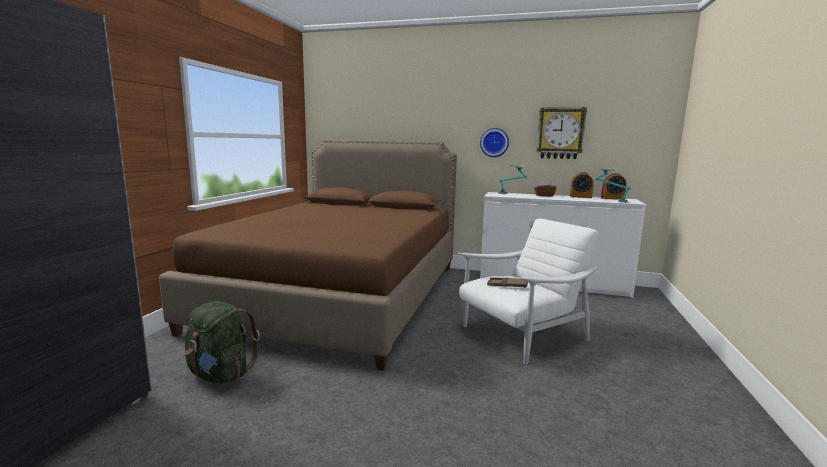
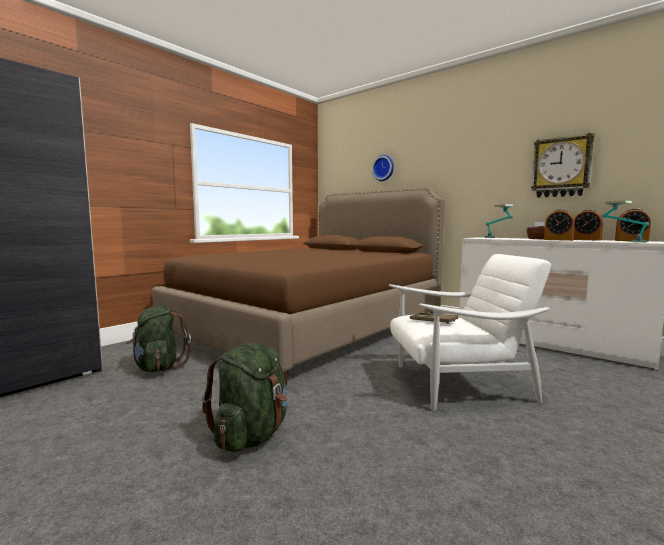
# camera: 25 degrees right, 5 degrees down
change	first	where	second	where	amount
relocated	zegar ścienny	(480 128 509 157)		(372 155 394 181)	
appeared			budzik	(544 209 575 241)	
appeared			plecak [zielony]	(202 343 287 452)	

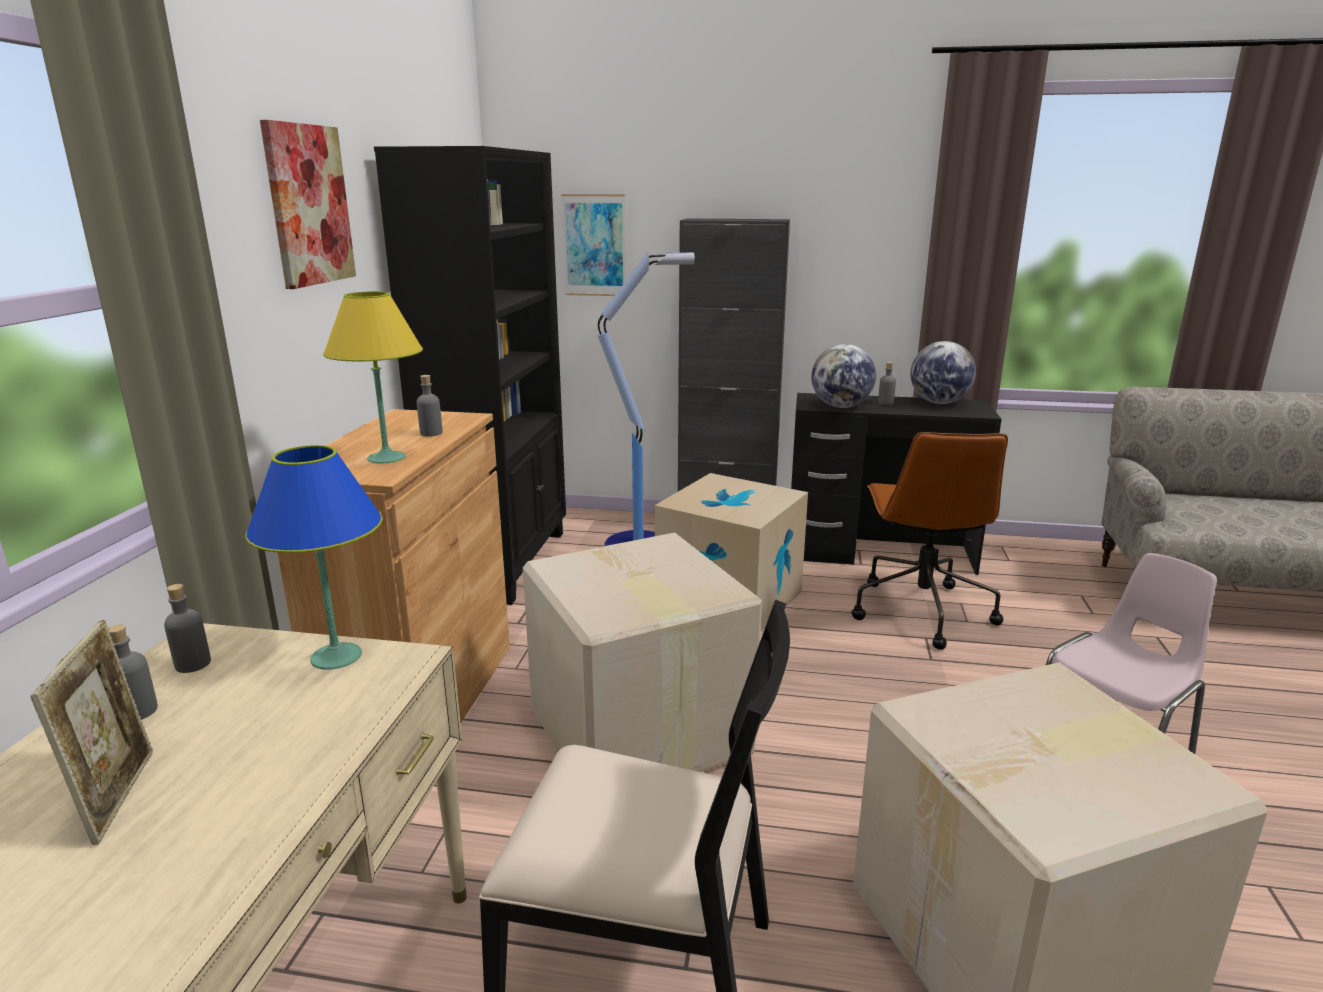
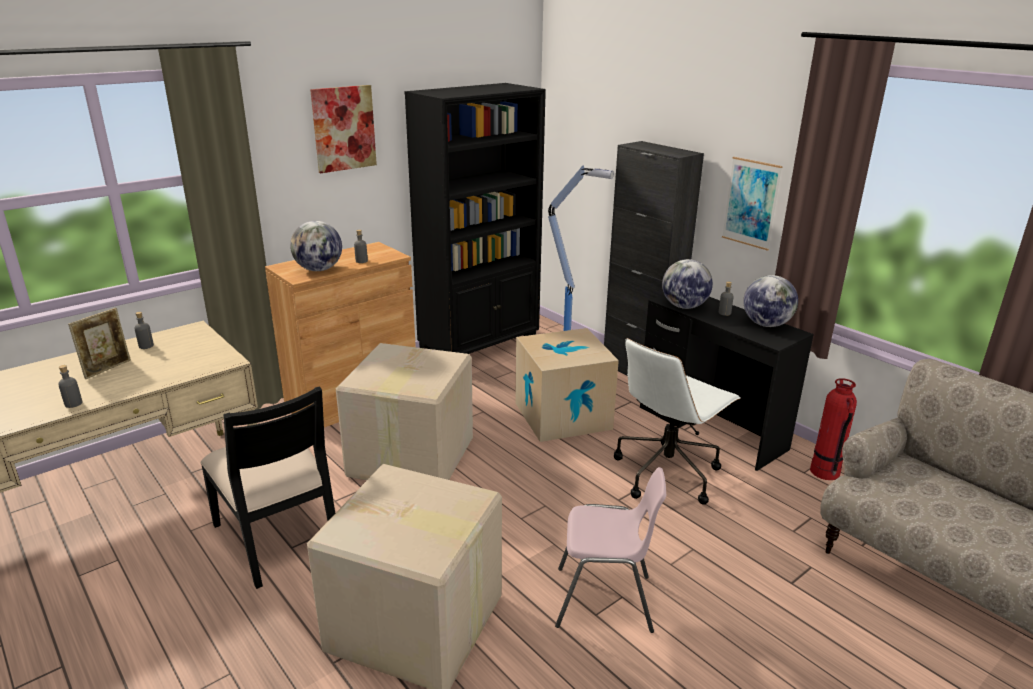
# camera: 40 degrees right, 5 degrees up
change	first	where	second	where	amount
relocated	obraz	(561 194 626 296)		(722 157 783 251)	
exchanged	lampa stołowa [żółty]	(323 291 423 464)	globus	(290 221 342 271)	
colour	krzesło biurowe [brązowy]	(852 432 1008 650)	krzesło biurowe [biały]	(614 338 741 505)	
missing	lampa stołowa [niebieski]	(246 445 383 670)			
relocated	butelka [szary]	(164 584 211 673)		(58 365 83 408)	
appeared			gaśnica	(810 378 857 480)	

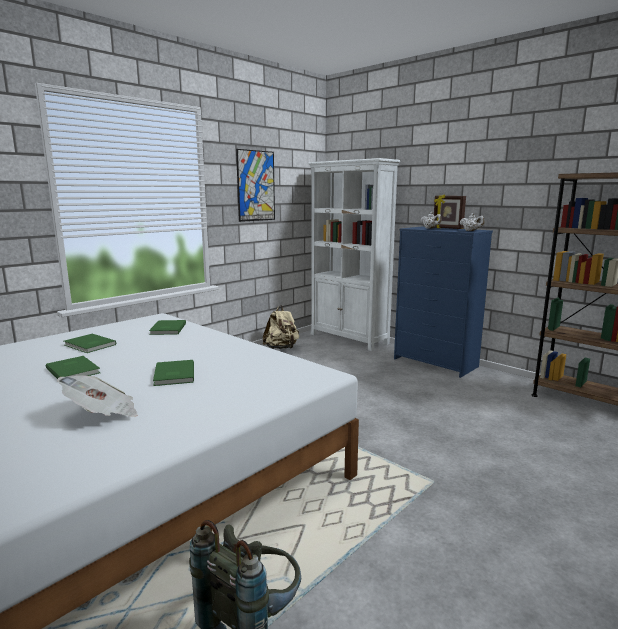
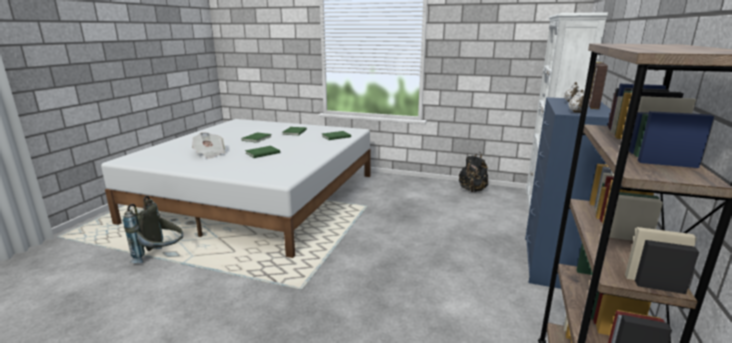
# camera: 65 degrees right, 5 degrees up
change	first	where	second	where	amount
missing	obraz	(236 149 275 222)			
colour	plecak [beżowy]	(263 305 299 349)	plecak [czarny]	(459 152 488 192)	

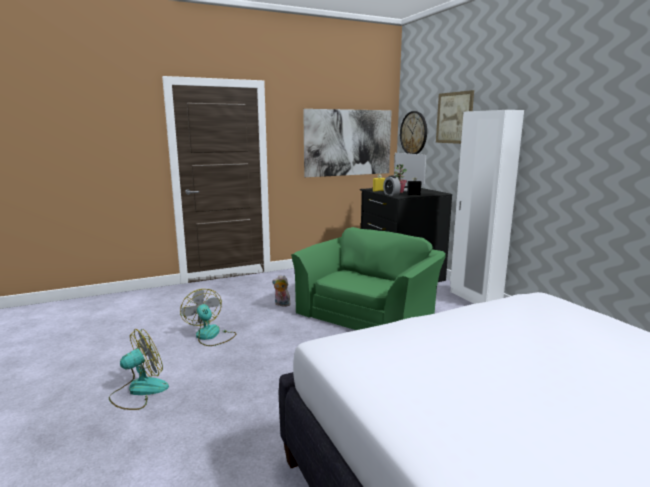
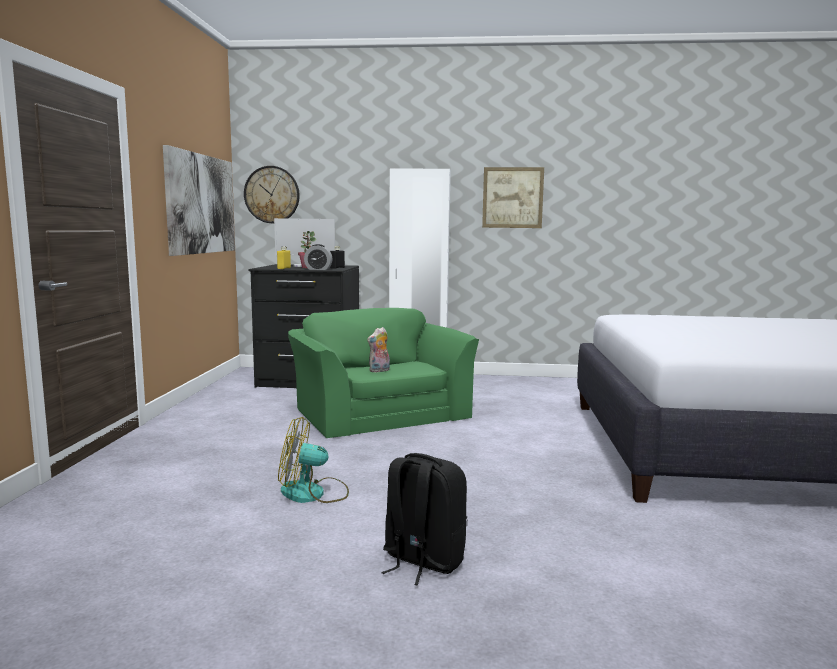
# camera: 60 degrees left, 5 degrees down
change	first	where	second	where	amount
relocated	obraz	(436 90 474 144)		(482 167 544 228)	
relocated	pluszak	(272 275 291 307)		(367 327 390 372)	
exchanged	wentylator	(109 329 169 410)	plecak [czarny]	(381 453 467 586)	

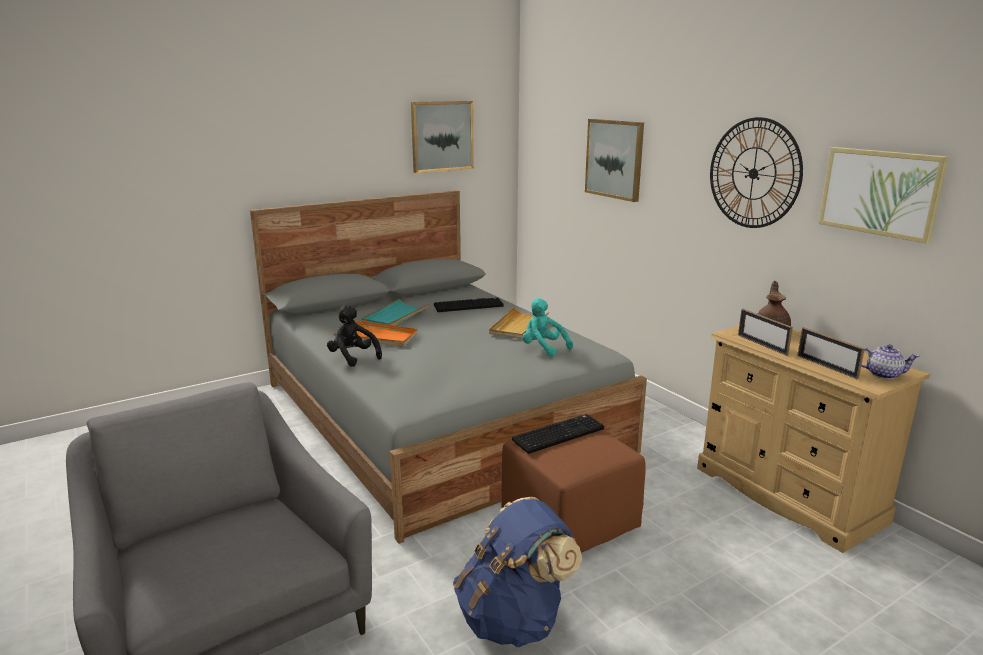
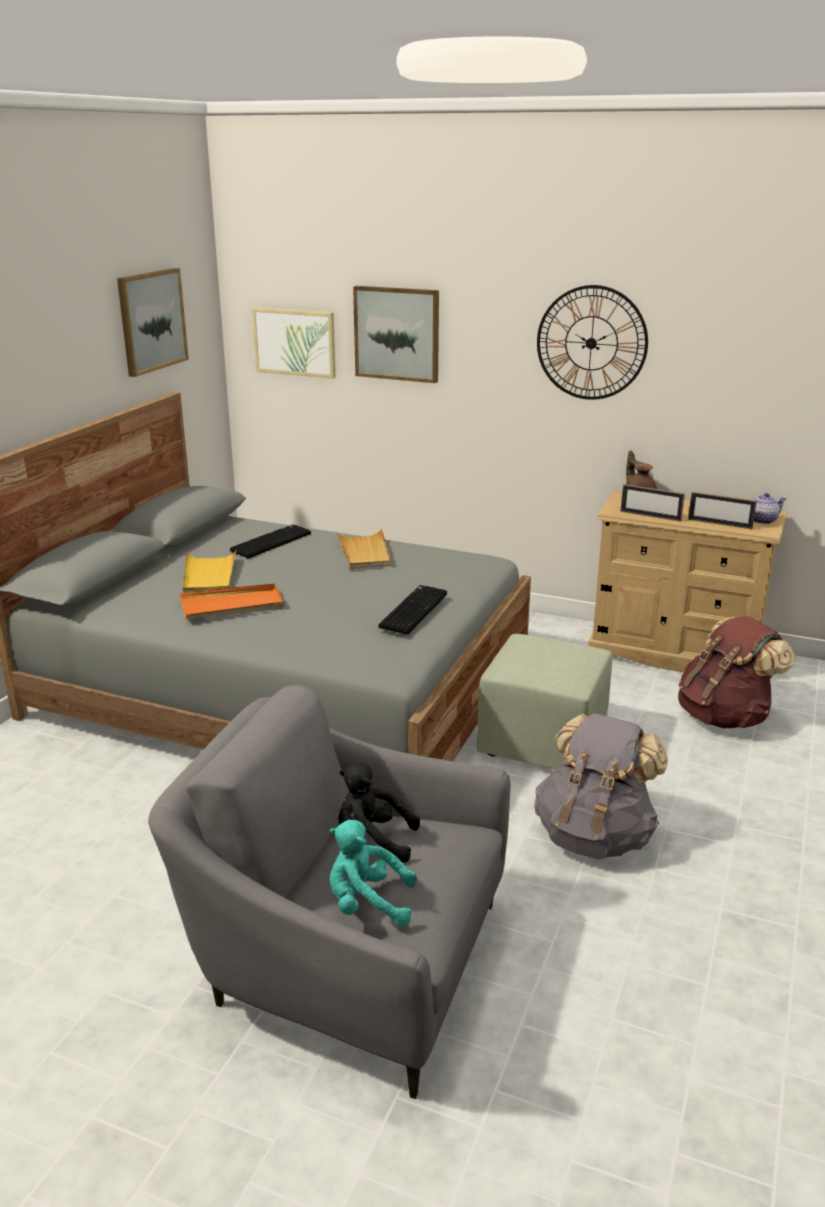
# camera: 35 degrees left, 5 degrees up
change	first	where	second	where	amount
relocated	obraz	(818 147 949 244)		(252 307 336 379)	
colour	taca [turkusowy]	(361 298 430 326)	taca [żółty]	(183 550 236 592)	
relocated	pluszak [turkusowy]	(522 298 573 357)		(329 820 417 926)	
relocated	pluszak [czarny]	(327 305 382 367)		(338 763 420 863)	
relocated	klawiatura	(512 414 604 454)		(379 585 447 635)	
colour	pufa [brązowy]	(502 430 646 553)	pufa [zielony]	(477 634 612 769)	
colour	plecak [niebieski]	(453 497 583 647)	plecak [szary]	(534 714 668 860)	
appeared			plecak [brązowy]	(678 616 795 728)	

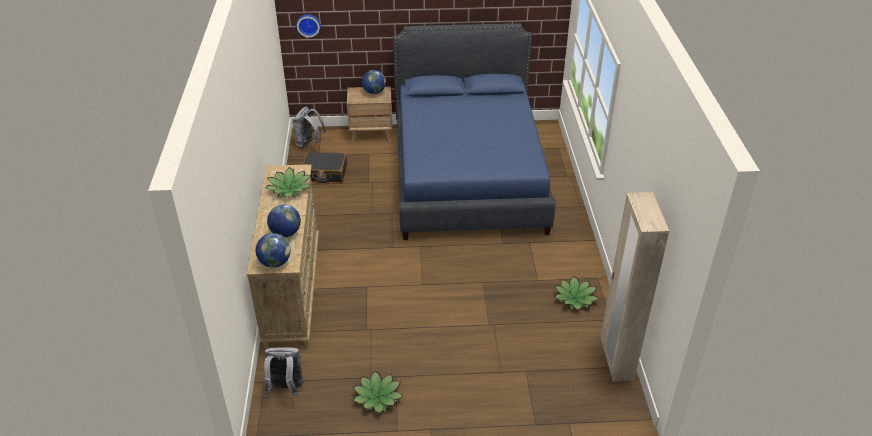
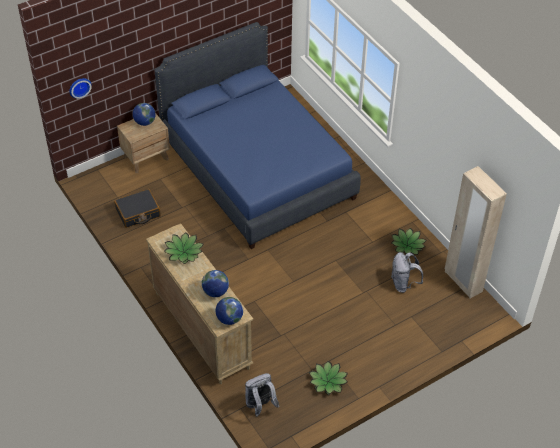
# camera: 30 degrees left, 10 degrees up
change	first	where	second	where	amount
relocated	plecak [szary]	(292 107 326 148)		(391 252 423 293)	

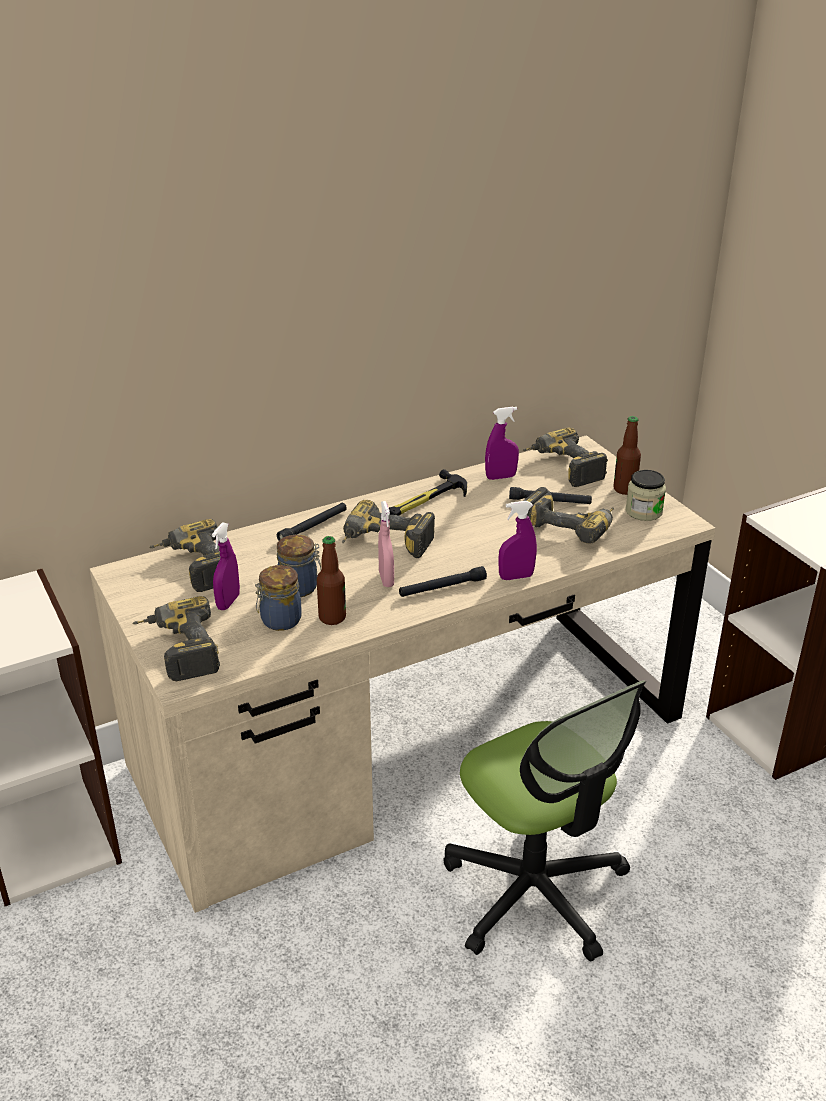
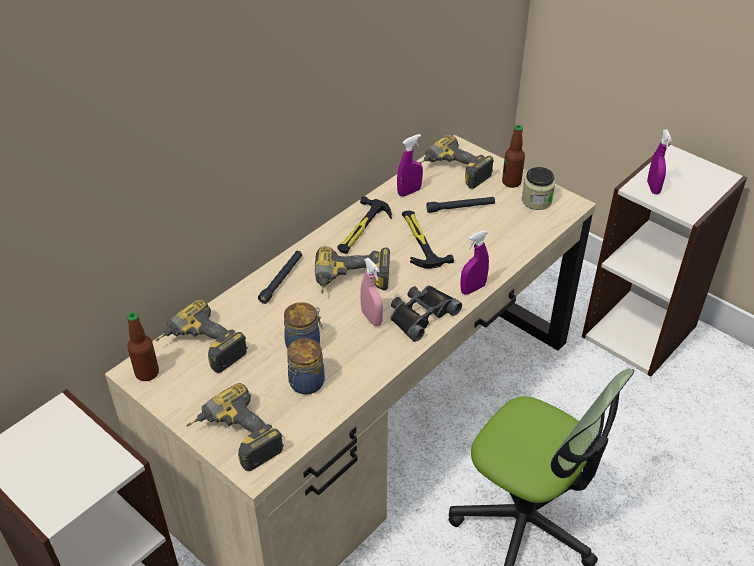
# camera: 20 degrees left, 10 degrees up
change	first	where	second	where	amount
missing	wiertarka	(524 487 614 544)			
relocated	spryskiwacz [fioletowy]	(212 522 240 610)		(647 130 672 194)	
relocated	butelka	(317 536 346 625)		(127 312 159 381)	
exchanged	latarka [czarny]	(399 566 487 597)	lornetka [czarny]	(390 285 462 342)	
appeared			młotek	(402 211 454 269)	

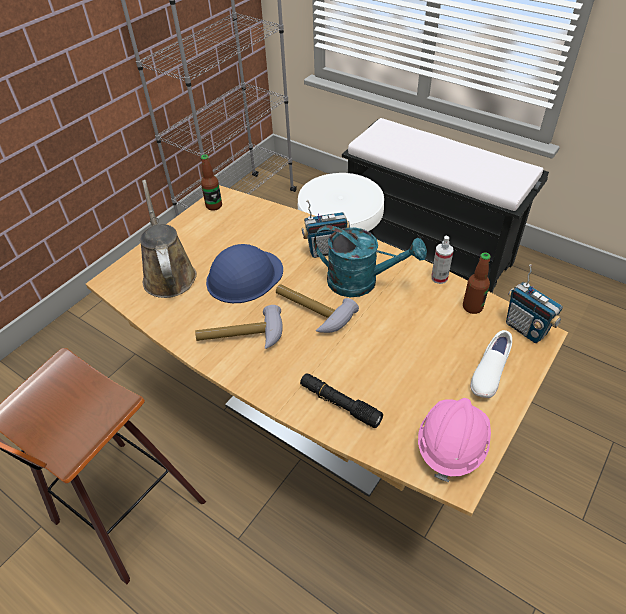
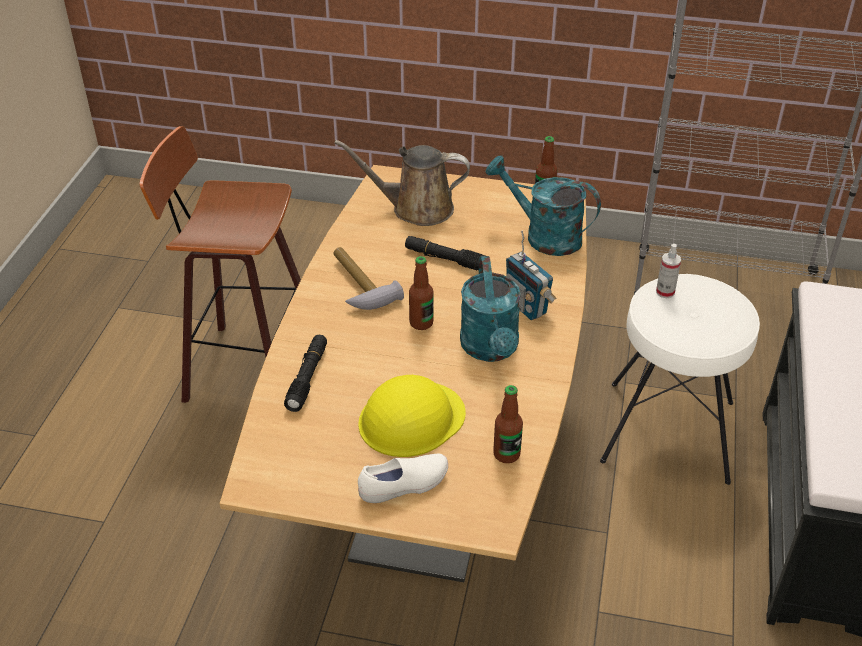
# camera: 65 degrees right, 5 degrees down
change	first	where	second	where	amount
spun	konewka [brązowy]	(140 180 197 298)		(334 140 470 226)	135 degrees counterclockwise
relocated	spryskiwacz	(431 236 453 284)		(656 244 681 298)	
exchanged	kask [niebieski]	(206 244 283 303)	latarka [czarny]	(405 236 486 270)	
missing	radio	(506 264 563 343)			
exchanged	młotek	(276 284 359 333)	butelka	(409 256 433 330)	
spun	but [biały]	(470 330 512 398)		(358 454 448 503)	150 degrees clockwise
missing	kask [różowy]	(418 398 491 483)			
appeared			konewka [turkusowy]	(486 155 601 256)	
appeared			kask [żółty]	(358 375 466 457)	

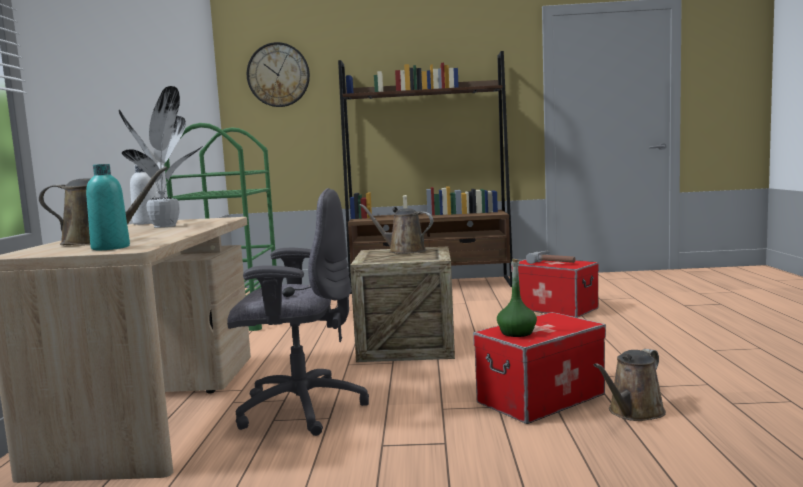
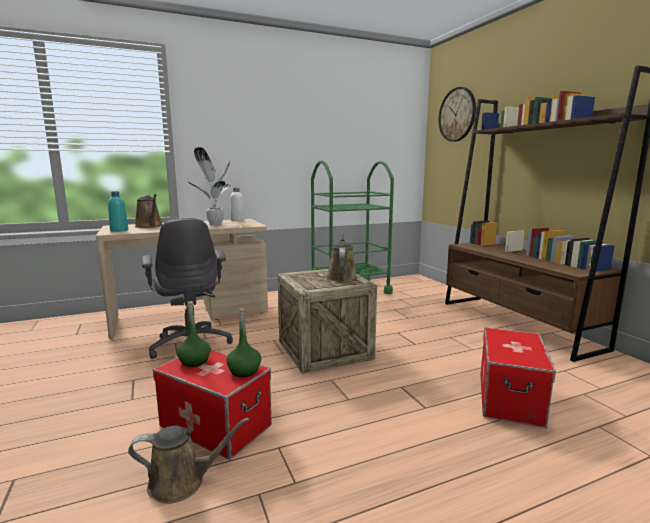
# camera: 65 degrees right, 5 degrees up
change	first	where	second	where	amount
missing	młotek	(526 251 576 264)			
spun	konewka [brązowy]	(594 349 666 421)		(128 418 249 504)	150 degrees clockwise
appeared			butelka [zielony]	(226 308 261 377)	

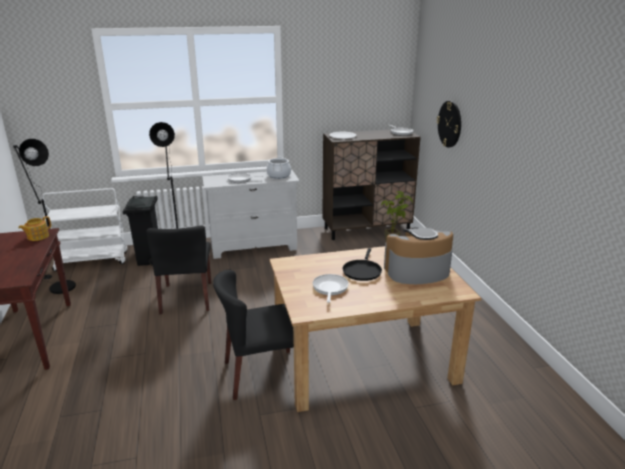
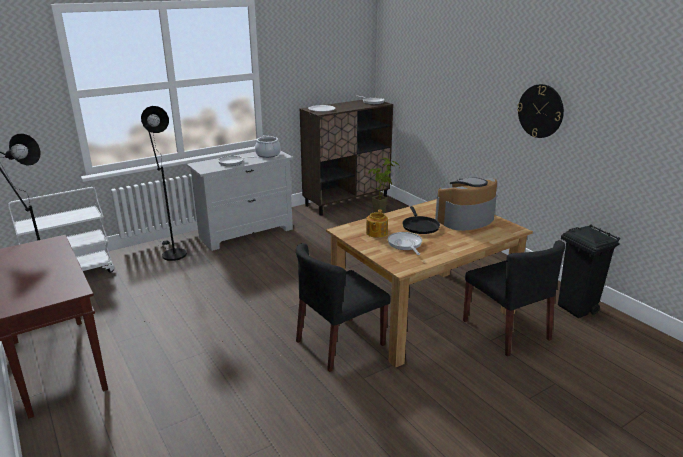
# camera: 20 degrees left, 0 degrees up
change	first	where	second	where	amount
relocated	zegar ścienny	(436 101 461 147)		(517 84 564 138)	
relocated	kosz na śmieci [czarny]	(123 196 158 266)		(558 224 620 318)	
relocated	imbryk	(19 216 51 241)		(366 209 388 238)	
relocated	krzesło [czarny]	(146 225 211 314)		(463 240 565 357)	

